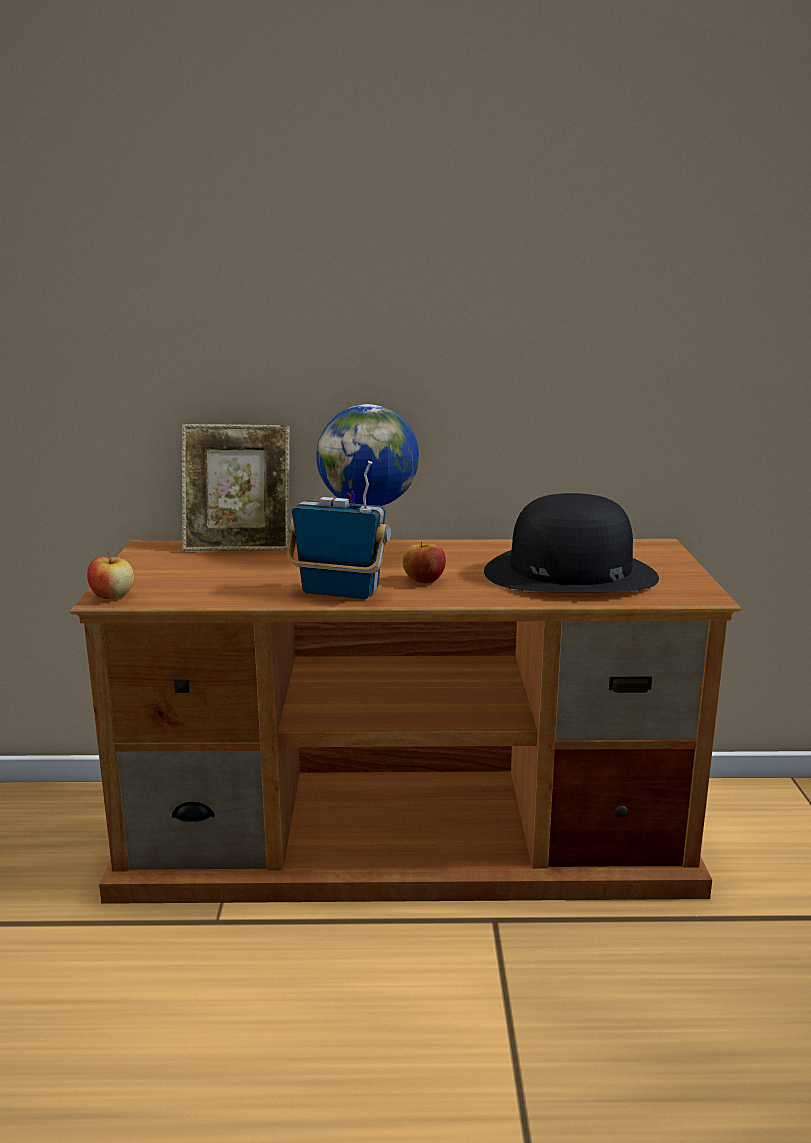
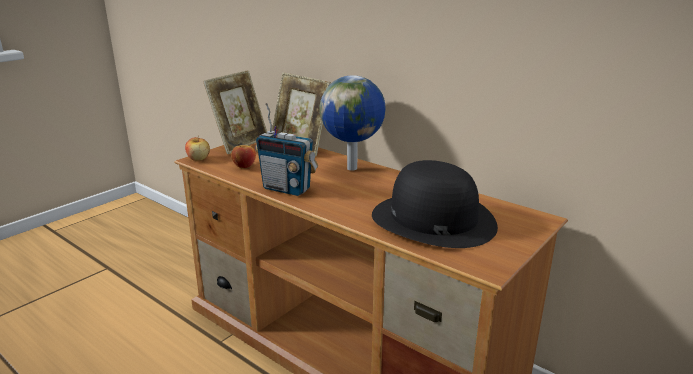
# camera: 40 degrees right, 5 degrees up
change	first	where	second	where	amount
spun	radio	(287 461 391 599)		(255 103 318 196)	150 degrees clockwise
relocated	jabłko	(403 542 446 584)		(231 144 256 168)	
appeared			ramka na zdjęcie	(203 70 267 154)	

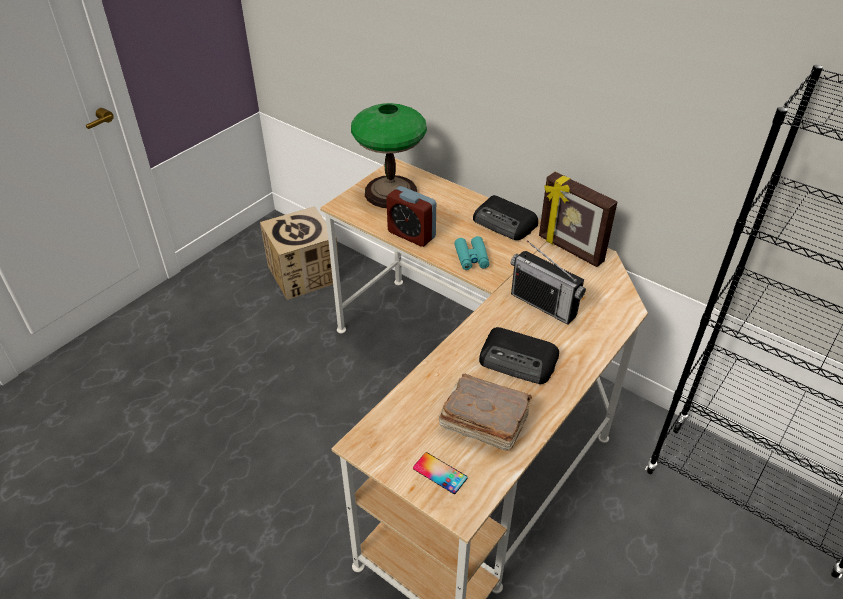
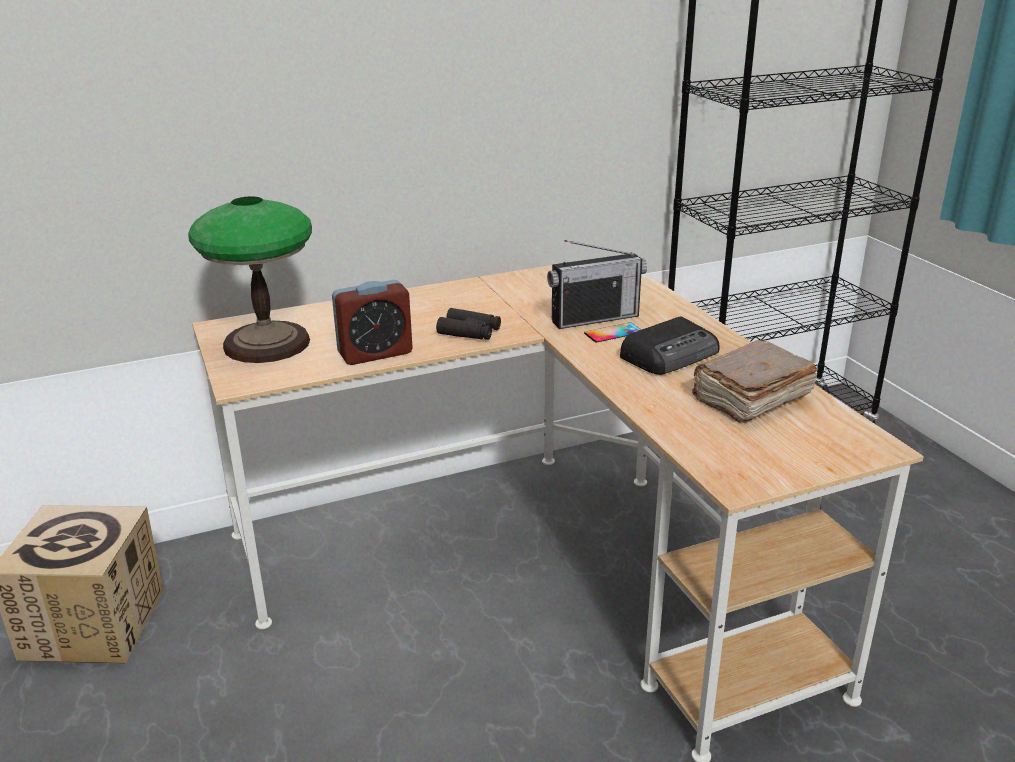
# camera: 60 degrees left, 15 degrees down
change	first	where	second	where	amount
missing	ramka na zdjęcie	(539 172 617 267)			
missing	radio	(473 195 538 240)			
colour	lornetka [turkusowy]	(454 236 489 270)	lornetka [czarny]	(436 308 501 340)	
relocated	telefon	(413 452 468 494)		(584 322 641 343)	

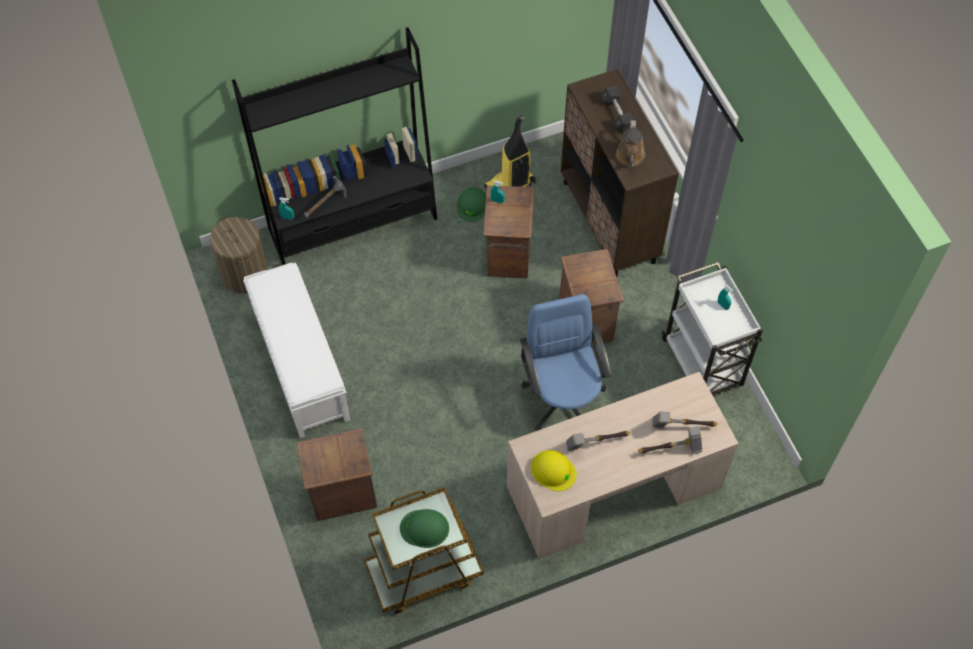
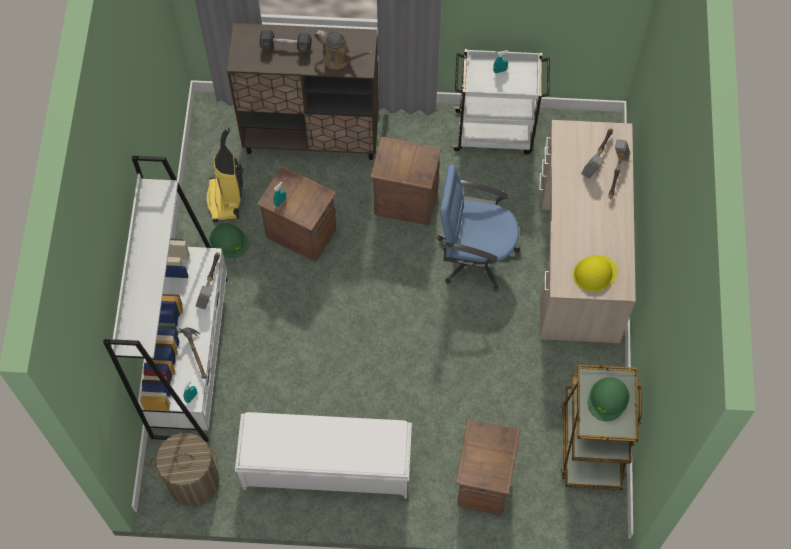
# camera: 65 degrees left, 5 degrees up
change	first	where	second	where	amount
colour	regał [czarny]	(232 27 437 265)	regał [biały]	(103 156 227 442)	
relocated	młotek	(566 431 630 451)		(196 252 220 310)	

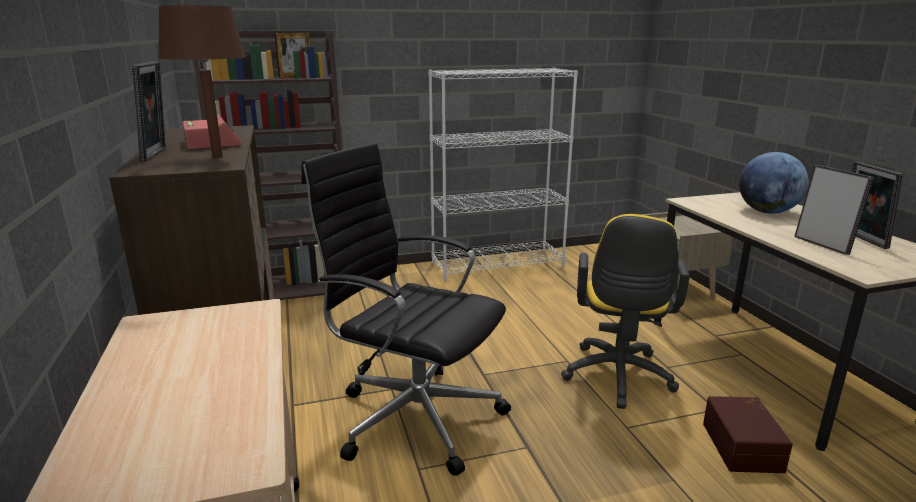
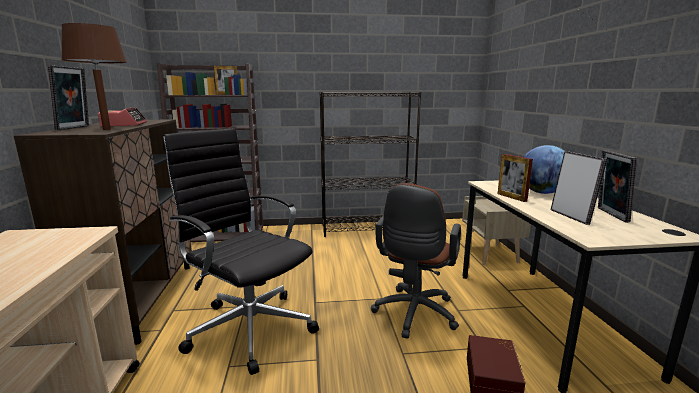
# camera: 10 degrees right, 5 degrees down
change	first	where	second	where	amount
colour	regał [biały]	(428 68 578 281)	regał [czarny]	(320 92 421 237)	
colour	krzesło biurowe [żółty]	(561 214 690 409)	krzesło biurowe [brązowy]	(371 183 461 339)	
appeared			ramka na zdjęcie	(498 154 533 202)	

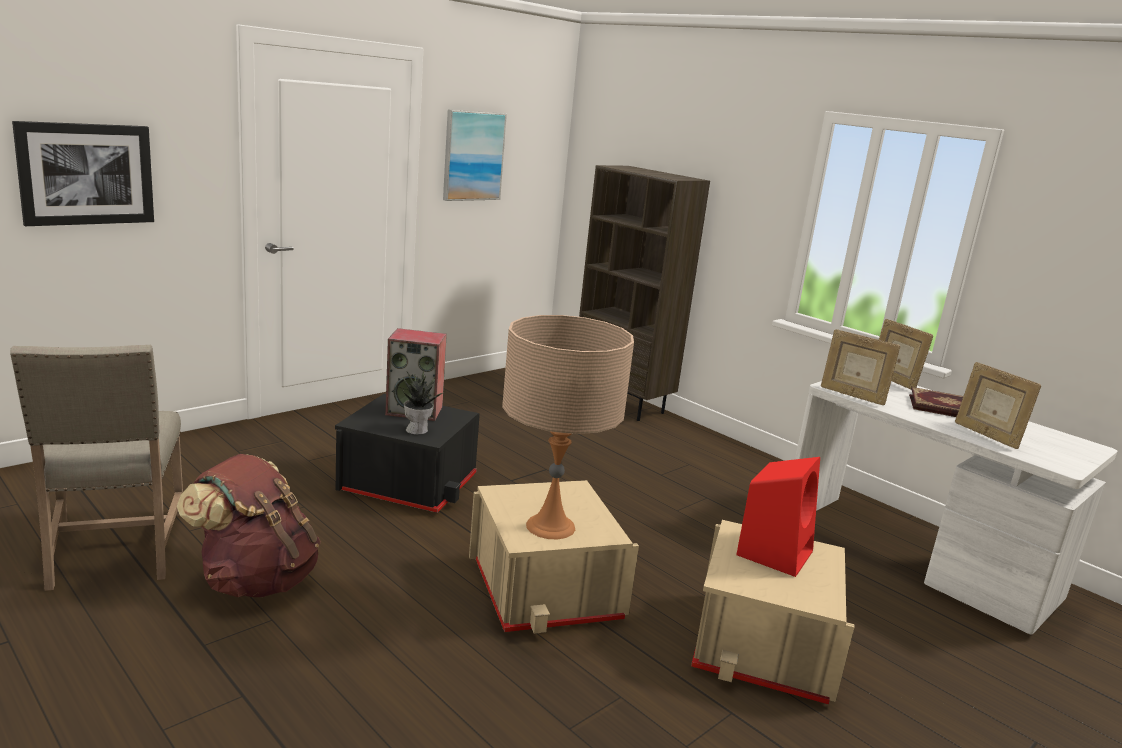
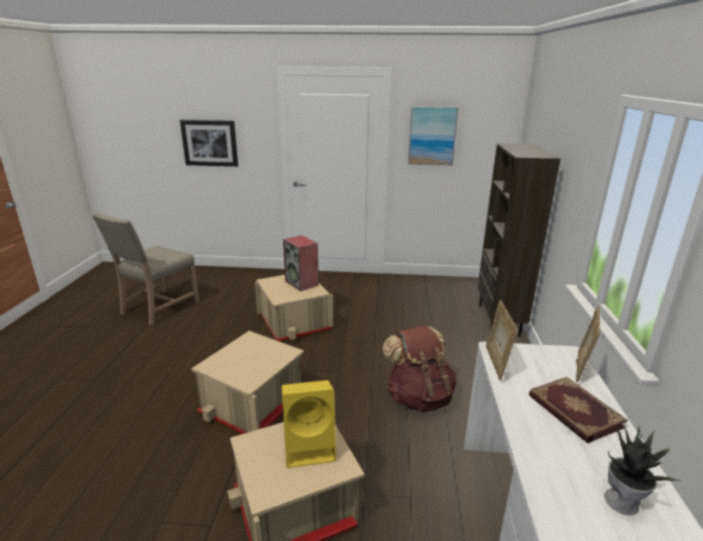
# camera: 50 degrees right, 5 degrees up
change	first	where	second	where	amount
missing	lampa stołowa [beżowy]	(502 315 634 539)			
missing	ramka na zdjęcie	(955 362 1041 449)			
relocated	roślina doniczkowa	(402 371 444 435)		(604 426 681 515)	
colour	pojemnik do przechowywania [czarny]	(335 394 480 513)	pojemnik do przechowywania [beżowy]	(255 275 333 341)	
relocated	plecak [brązowy]	(177 454 321 597)		(382 326 456 412)	
colour	głośnik [czerwony]	(736 457 820 577)	głośnik [żółty]	(281 380 336 468)	

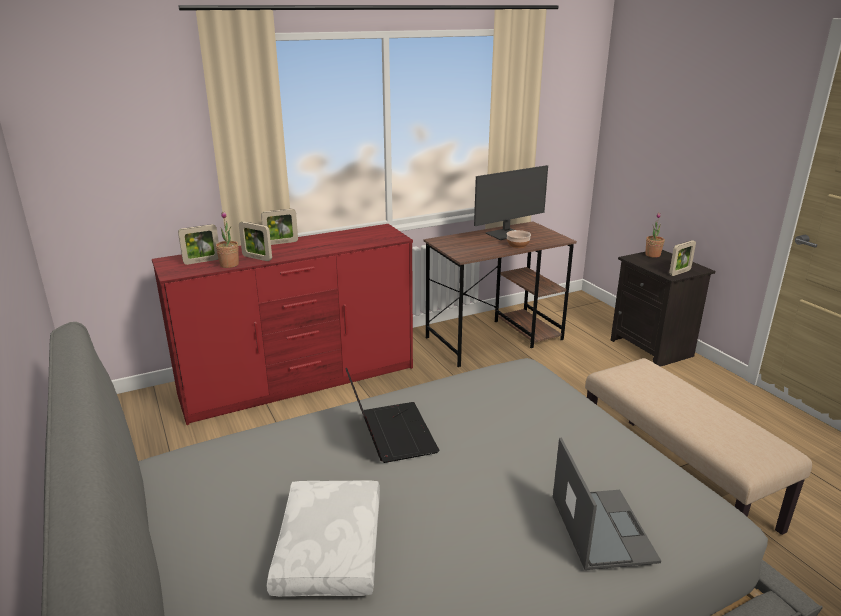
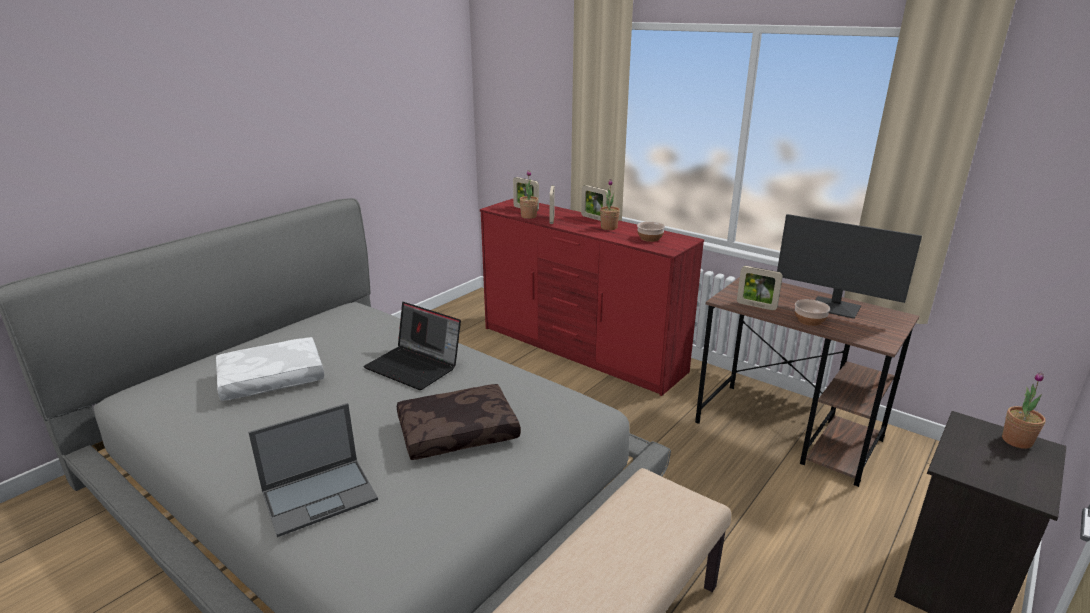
# camera: 65 degrees right, 0 degrees up
change	first	where	second	where	amount
relocated	ramka na zdjęcie	(669 240 696 276)		(737 266 783 310)	
spun	laptop	(346 368 440 463)		(364 302 461 390)	75 degrees clockwise
appeared			roślina doniczkowa	(600 179 620 230)	
appeared			miska	(637 222 665 242)	
appeared			poduszka [brązowy]	(397 384 521 460)	

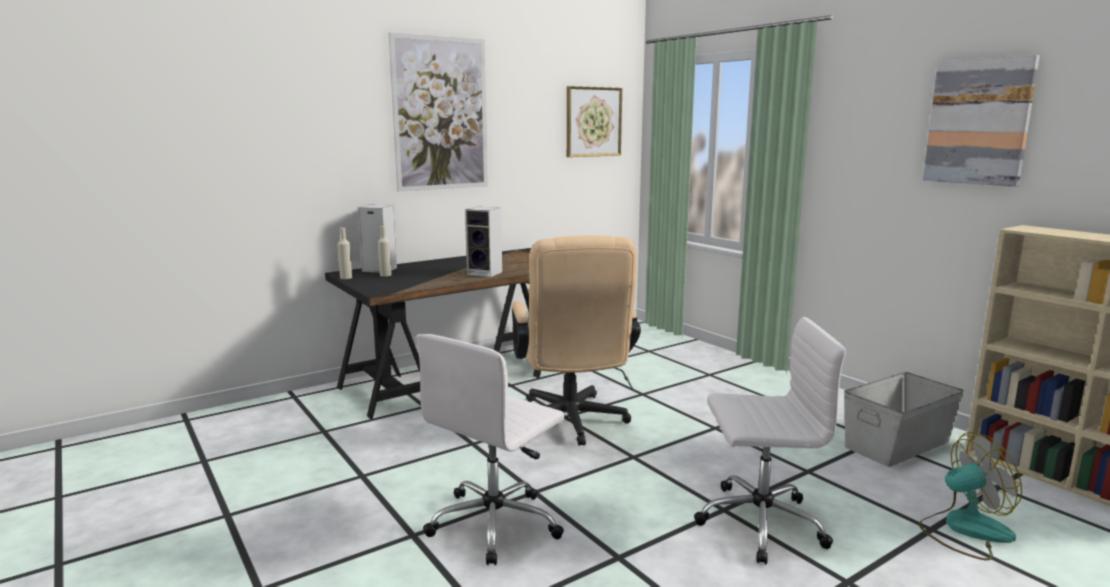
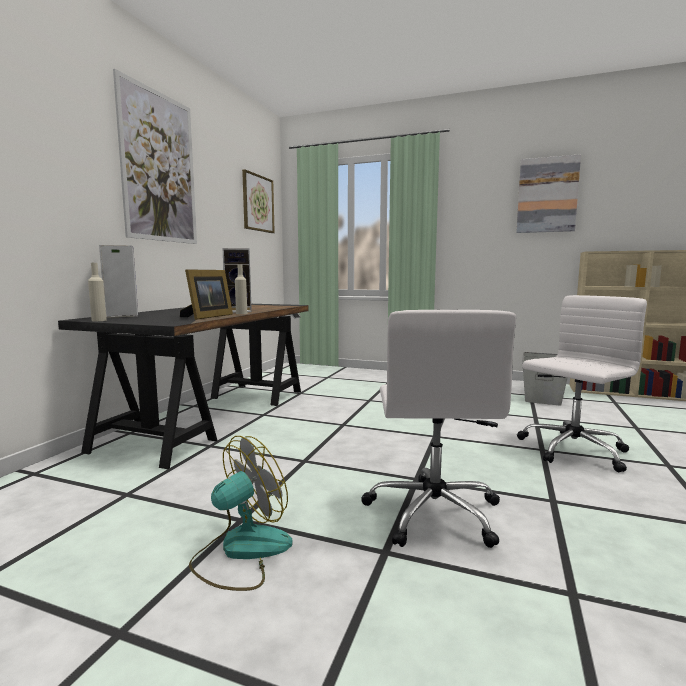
# camera: 35 degrees left, 5 degrees down
change	first	where	second	where	amount
relocated	butelka [beżowy]	(378 226 392 277)		(235 264 247 314)	
missing	krzesło biurowe [beżowy]	(512 235 641 446)			
relocated	wentylator	(919 432 1022 560)		(189 436 293 591)	
appeared			ramka na zdjęcie	(180 269 233 320)	

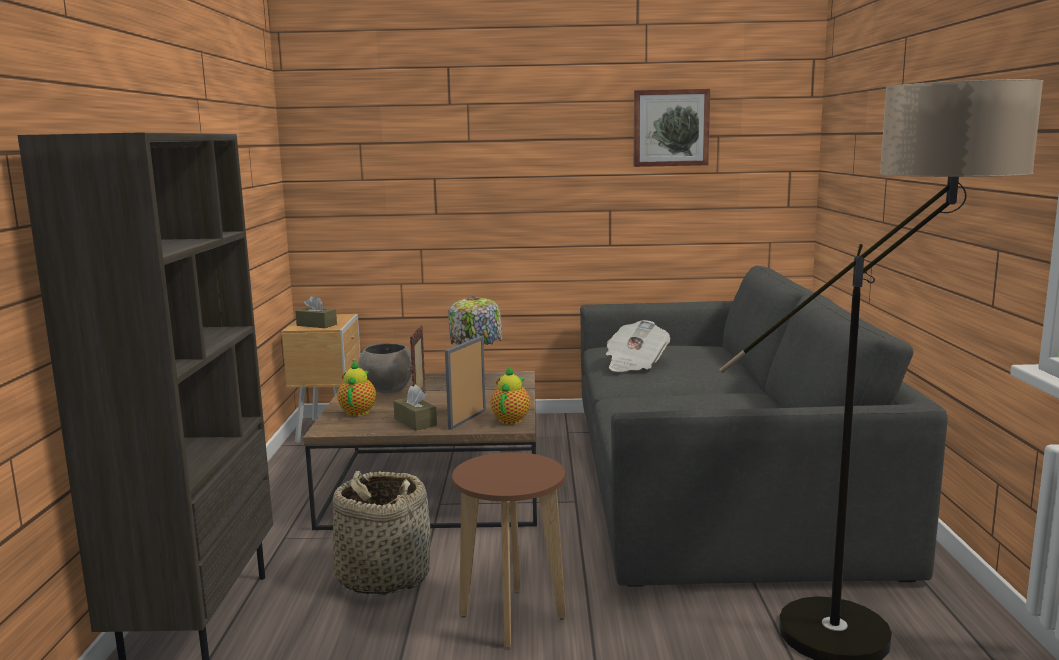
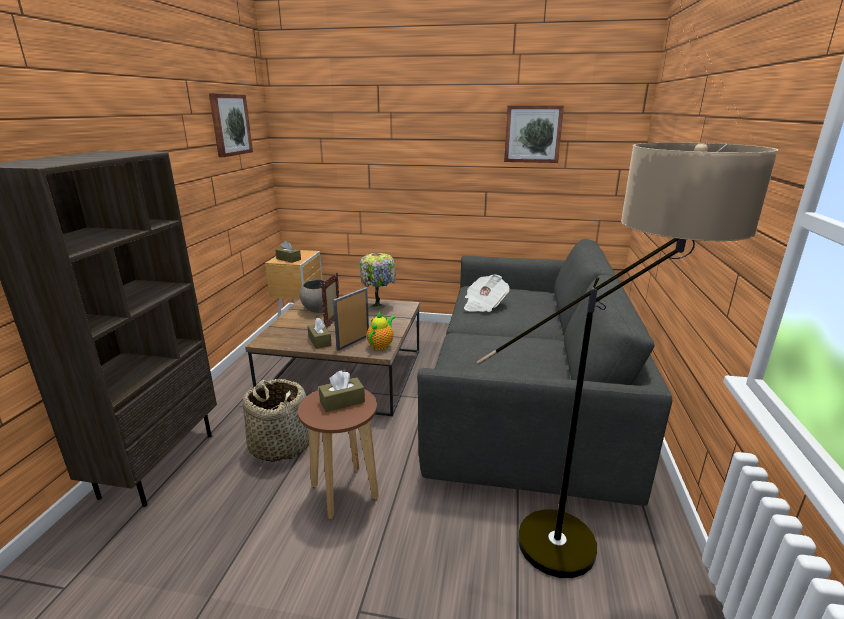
# camera: 10 degrees right, 10 degrees up
change	first	where	second	where	amount
missing	imbryk	(337 360 376 416)			
appeared			obraz	(209 93 253 157)	
appeared			pudełko chusteczek [brązowy]	(319 371 365 412)	

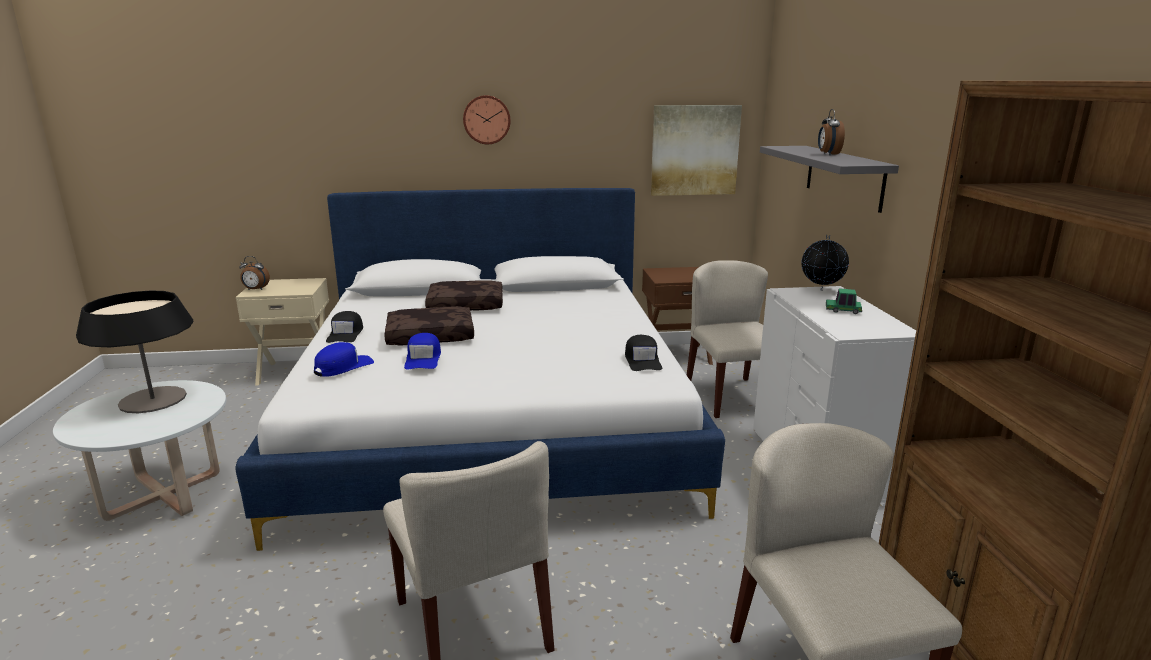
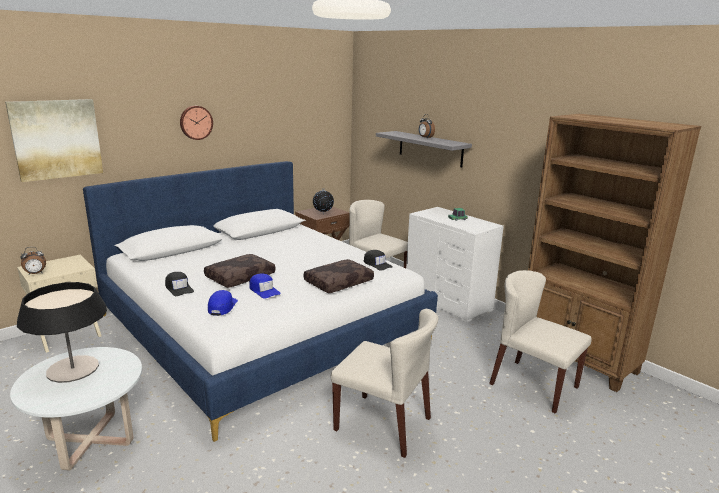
# camera: 35 degrees left, 0 degrees up
change	first	where	second	where	amount
relocated	obraz	(651 105 742 196)		(5 99 103 182)	
relocated	globus	(801 235 849 291)		(313 188 334 215)	
relocated	poduszka [brązowy]	(425 280 503 311)		(304 259 374 293)	

